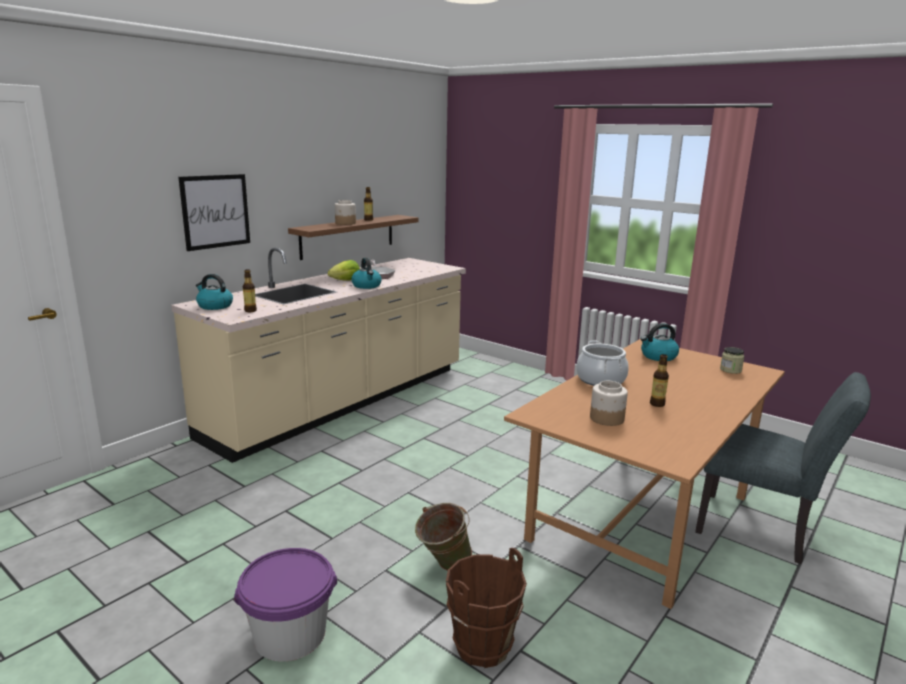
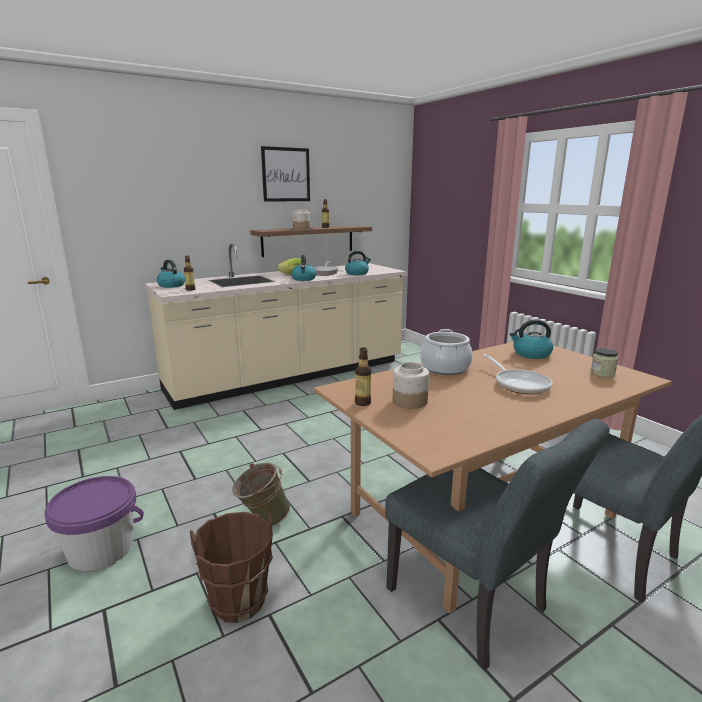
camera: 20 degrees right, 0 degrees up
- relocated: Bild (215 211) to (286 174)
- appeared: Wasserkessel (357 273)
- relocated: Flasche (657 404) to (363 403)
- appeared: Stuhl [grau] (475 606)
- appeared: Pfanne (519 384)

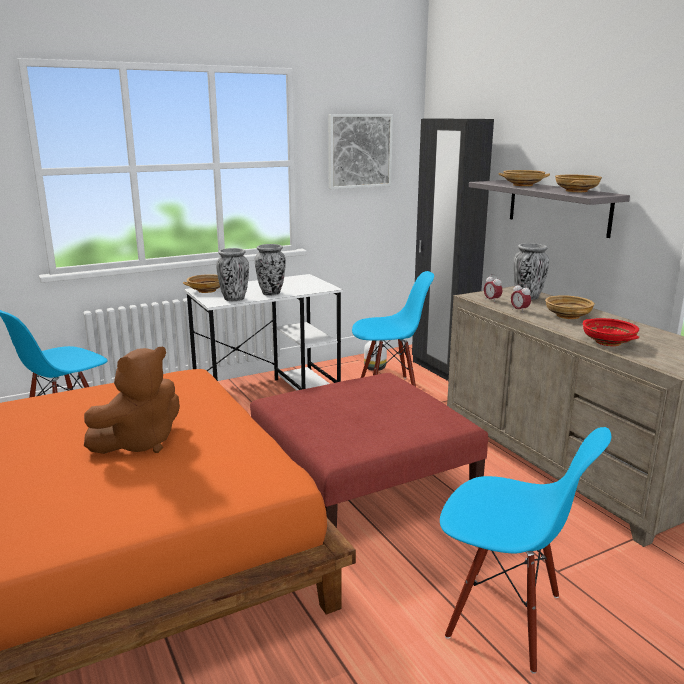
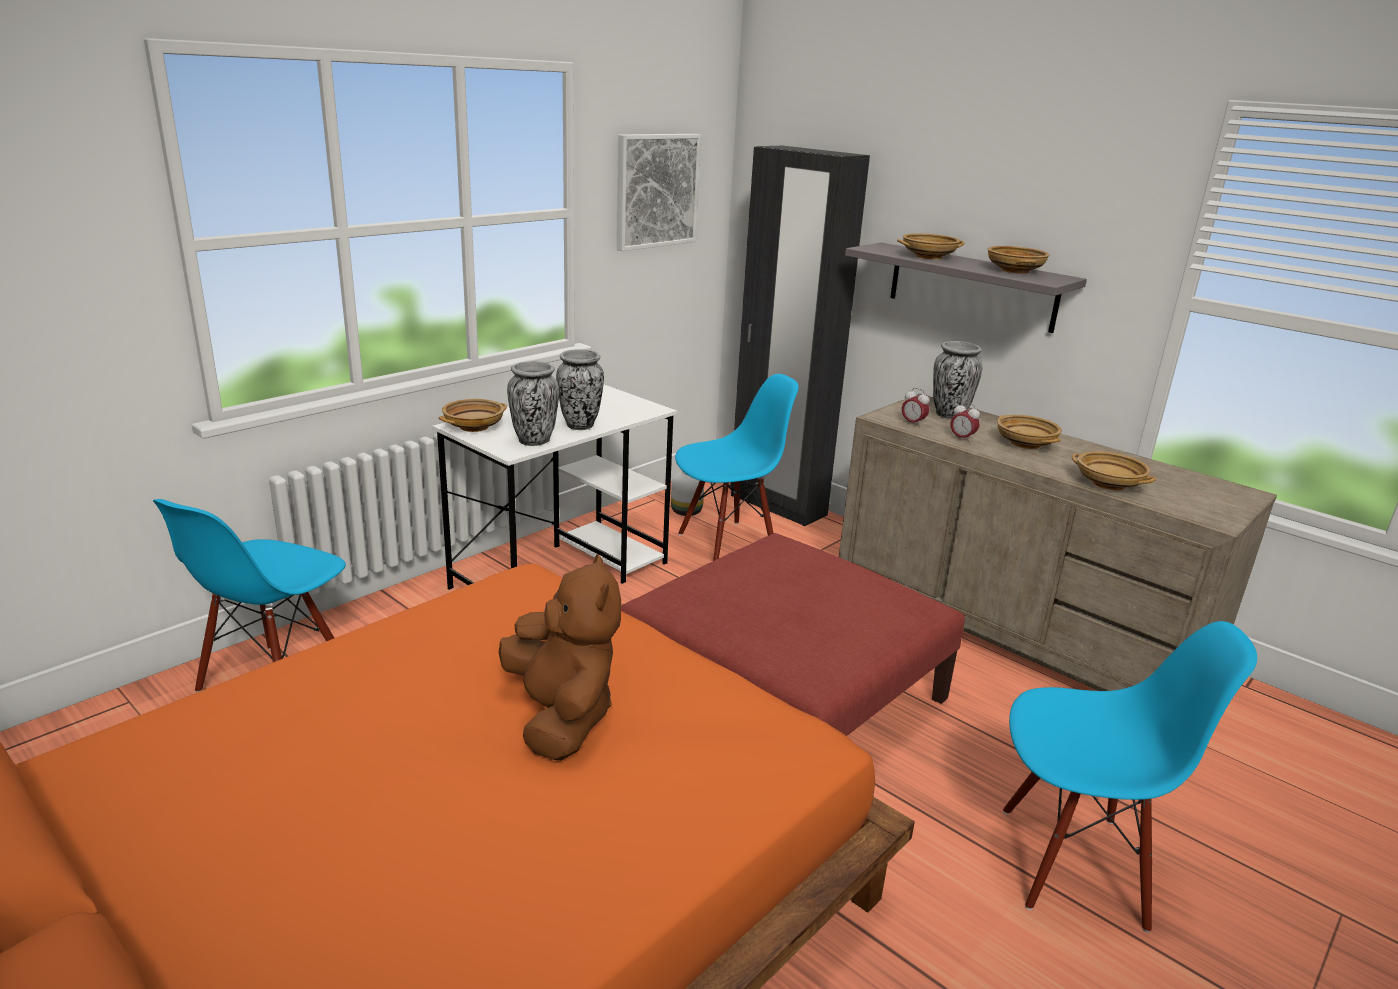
camera: 20 degrees left, 5 degrees up
- spun: Plüschtier [braun] (140 443) = (561 717) 45 degrees counterclockwise
- colour: Schüssel [rot] (607 342) to Schüssel [beige] (1107 484)

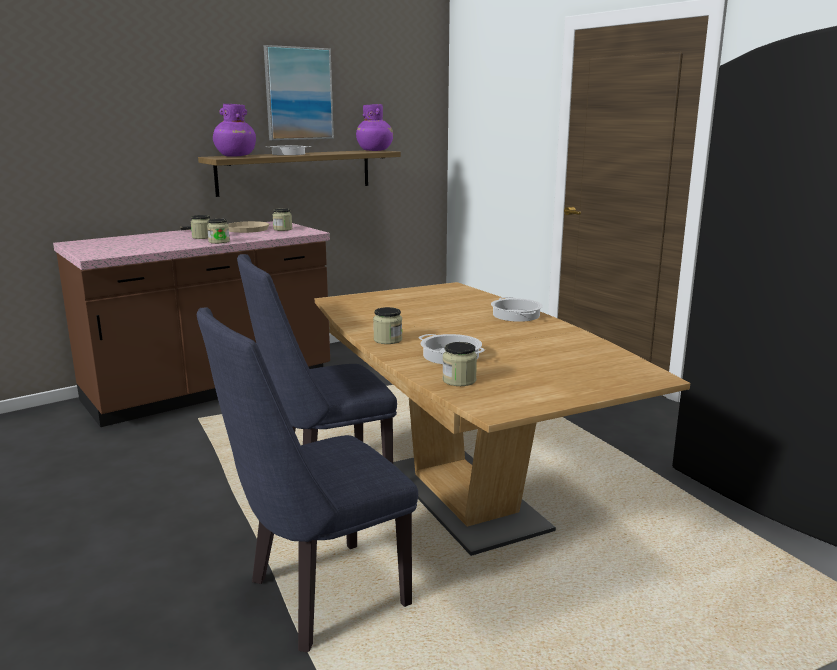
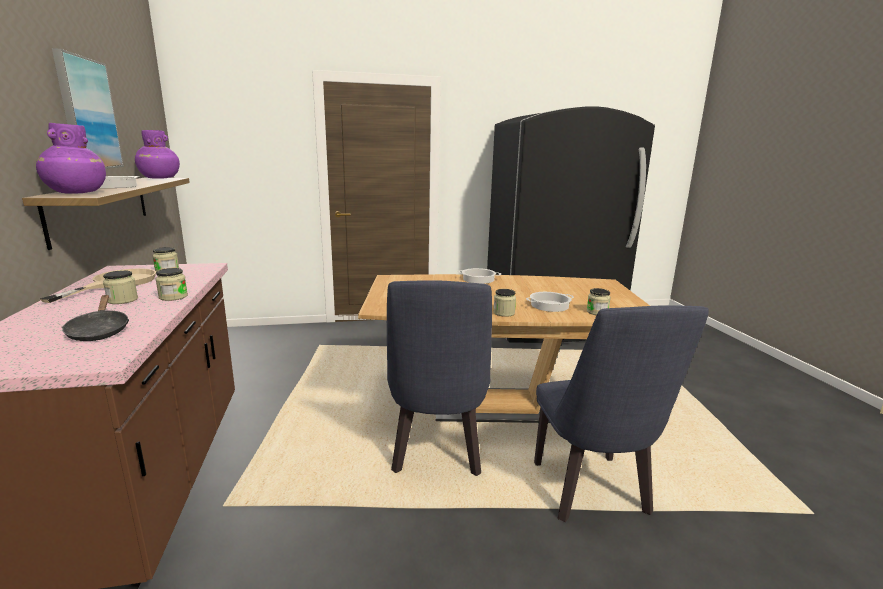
camera: 65 degrees left, 0 degrees up
- appeared: Pfanne [schwarz] (99 331)

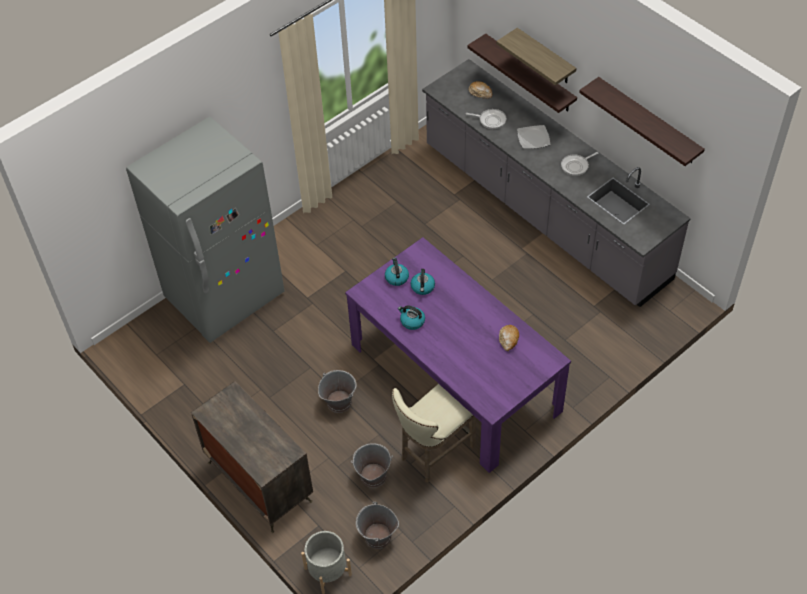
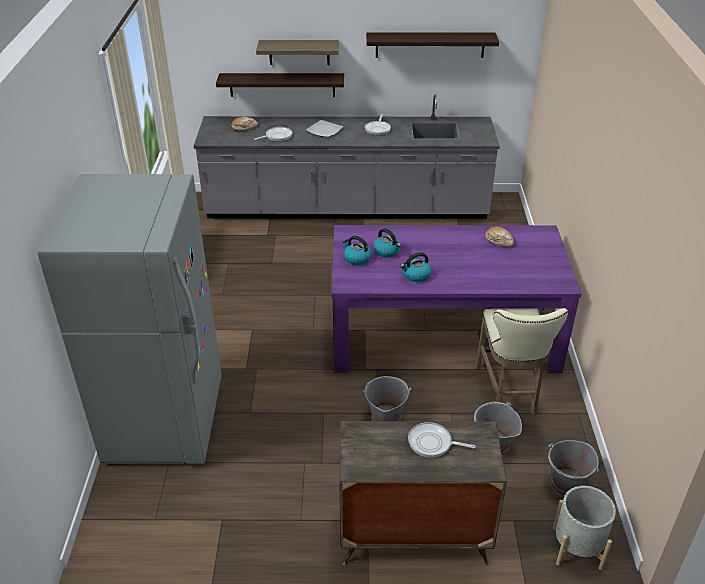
camera: 50 degrees left, 15 degrees down
- appeared: Pfanne (432 443)

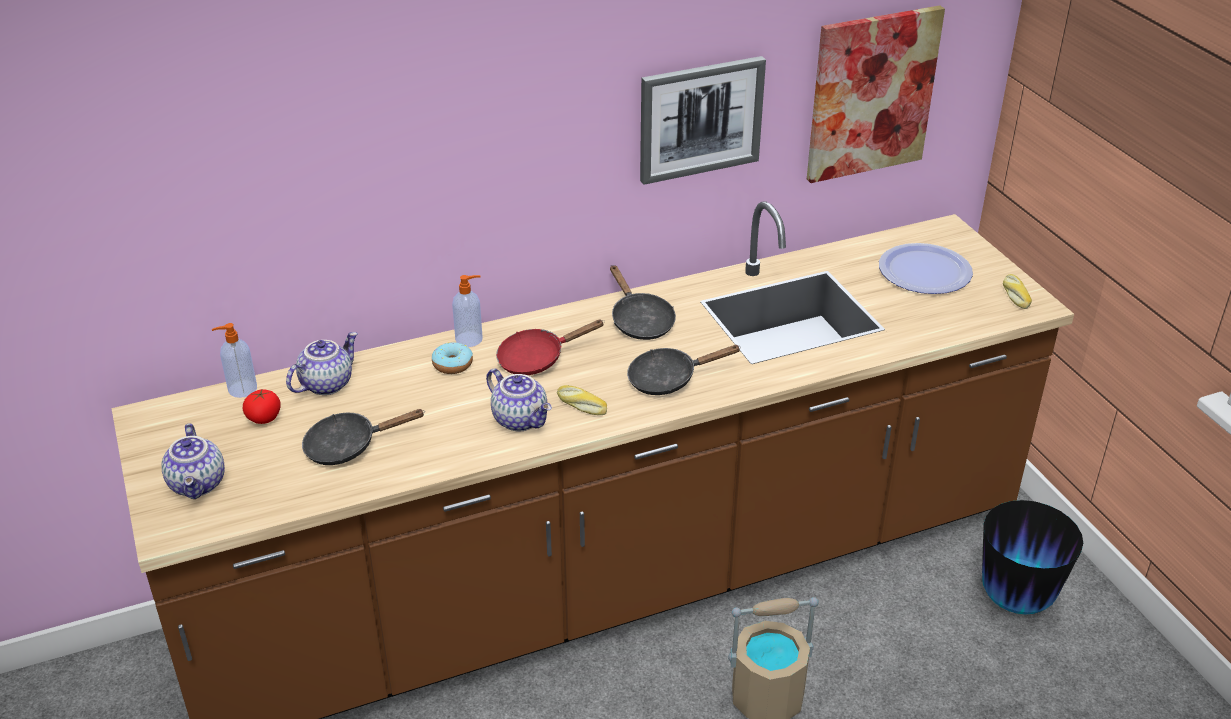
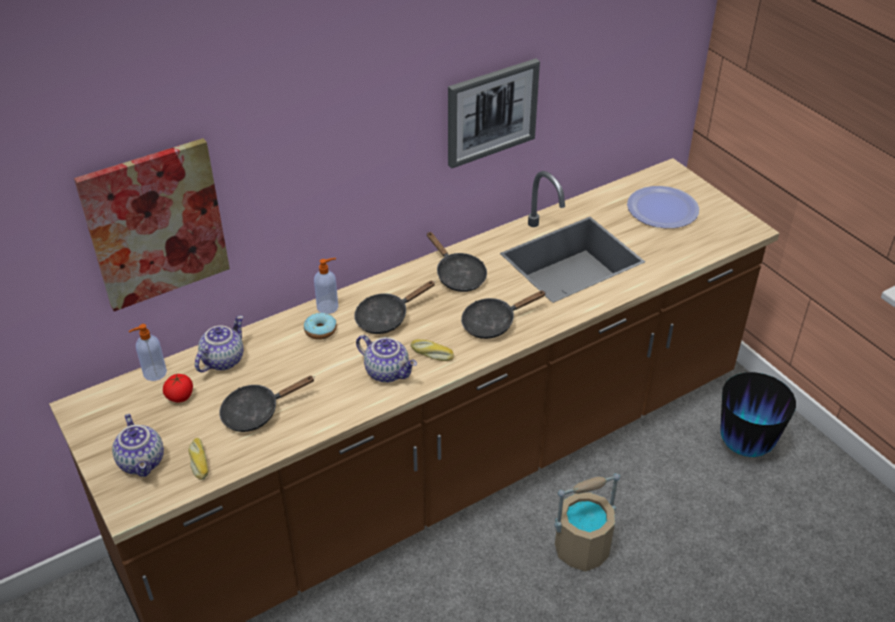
camera: 10 degrees left, 5 degrees up
- relocated: Bild (871 94) to (155 224)
- relocated: Brot (1014 295) to (198 462)
- colour: Pfanne [rot] (537 359) to Pfanne [schwarz] (386 317)

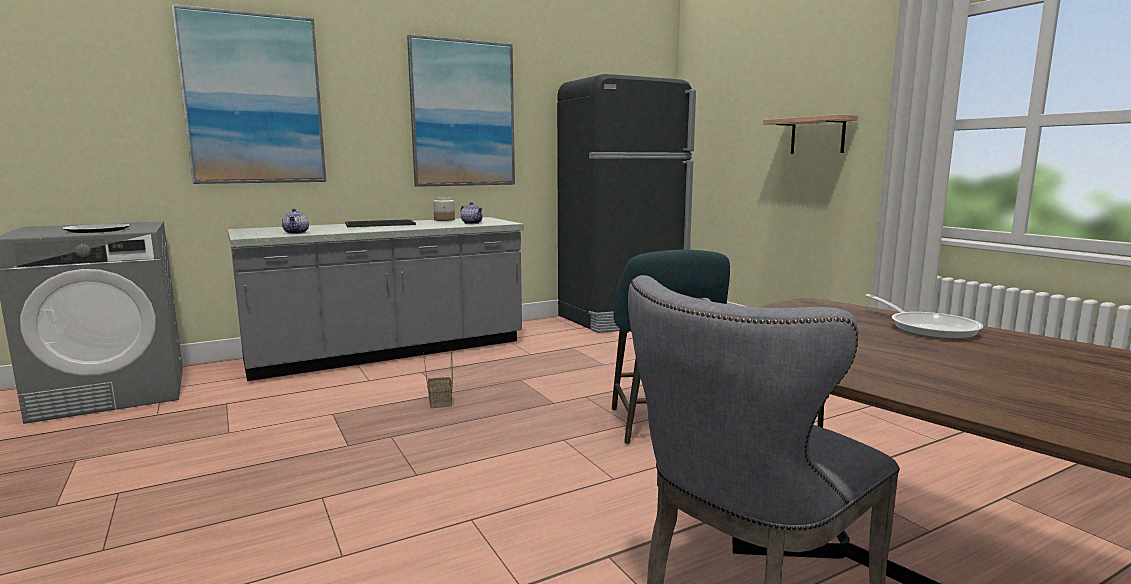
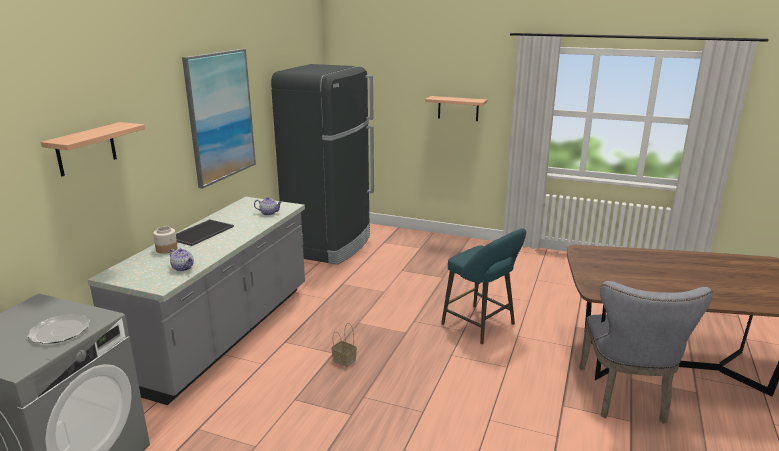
camera: 40 degrees left, 10 degrees up
- exchanged: Bild (254 99) to Wandregal (86 149)
- relocated: Vorratsglas (444 220) to (167 249)
- missing: Pfanne (928 328)

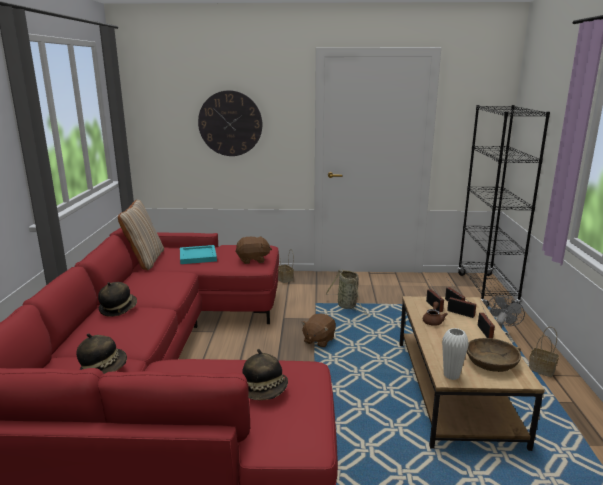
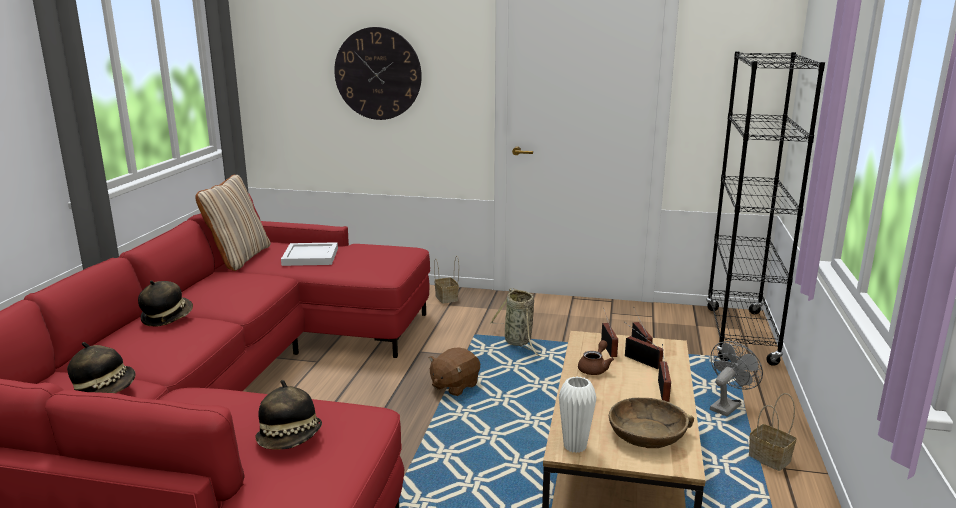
camera: 10 degrees right, 0 degrees up
- colour: Tablett [türkis] (197 256) to Tablett [weiß] (309 256)
- missing: Plüschtier [braun] (253 260)

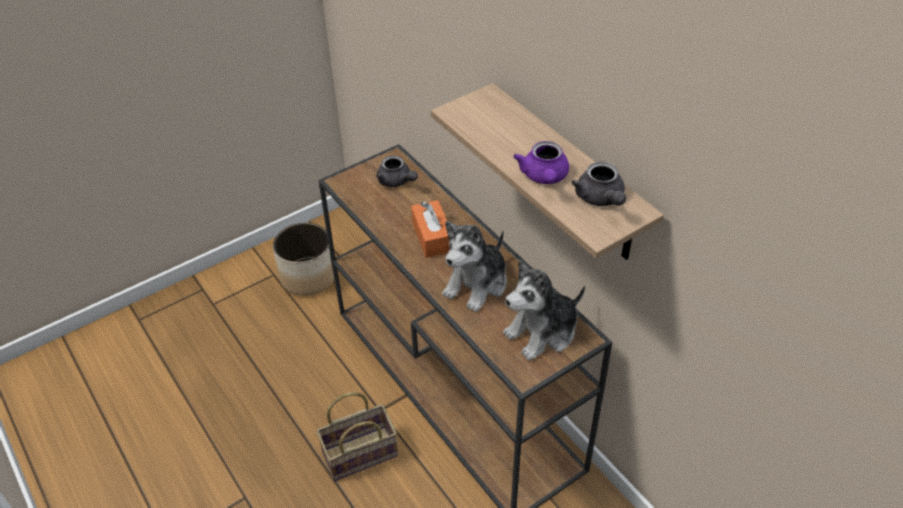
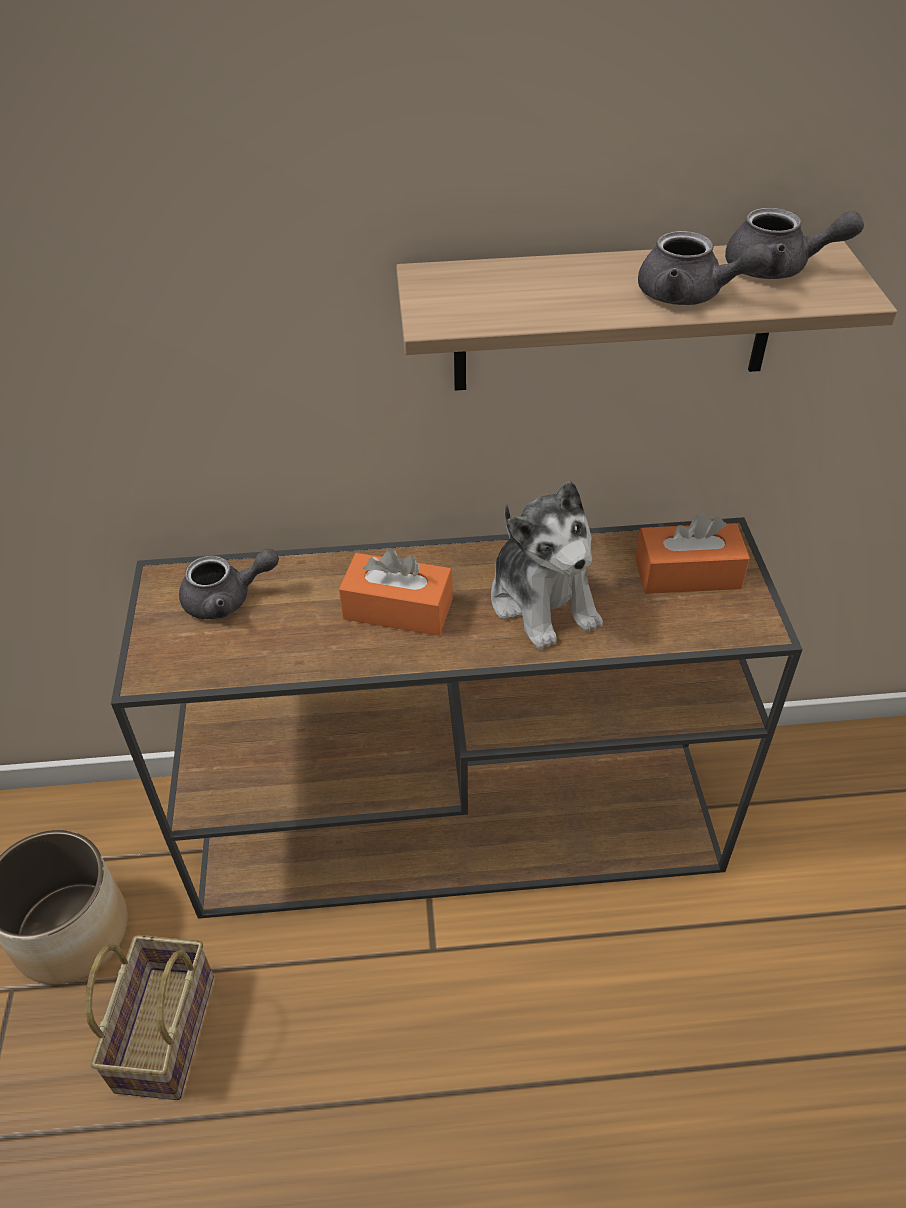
camera: 60 degrees left, 0 degrees up
- relocated: Korb (361 452) to (164 1028)
- exchanged: Plüschtier (542 332) to Taschentuchbox [orange] (687 574)
- colour: Teekanne [lila] (544 177) to Teekanne [grau] (690 295)

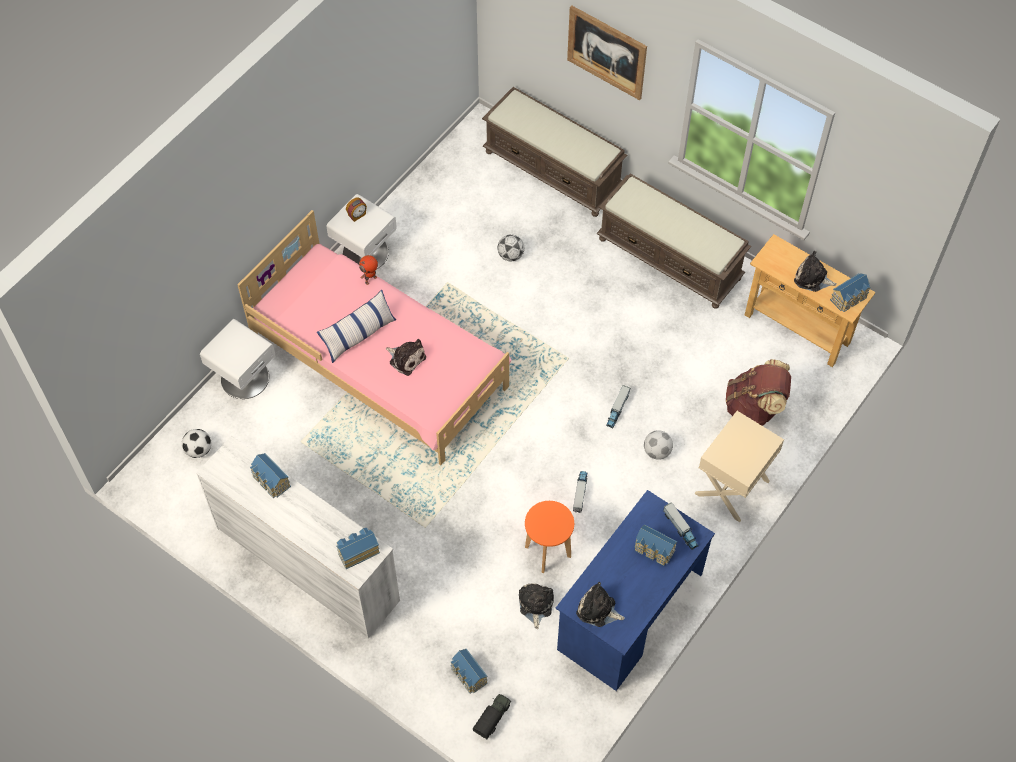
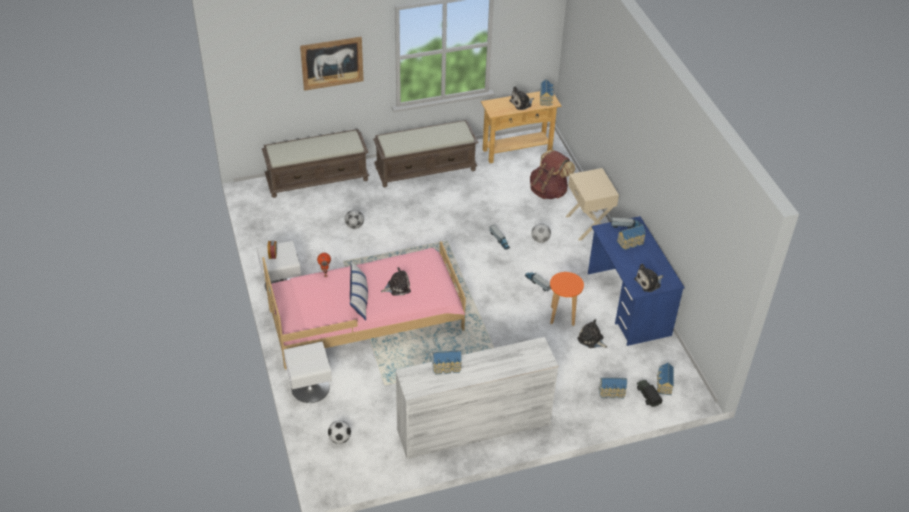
camera: 55 degrees left, 15 degrees down
- relocated: Spielzeughaus (357 552) to (663 384)

